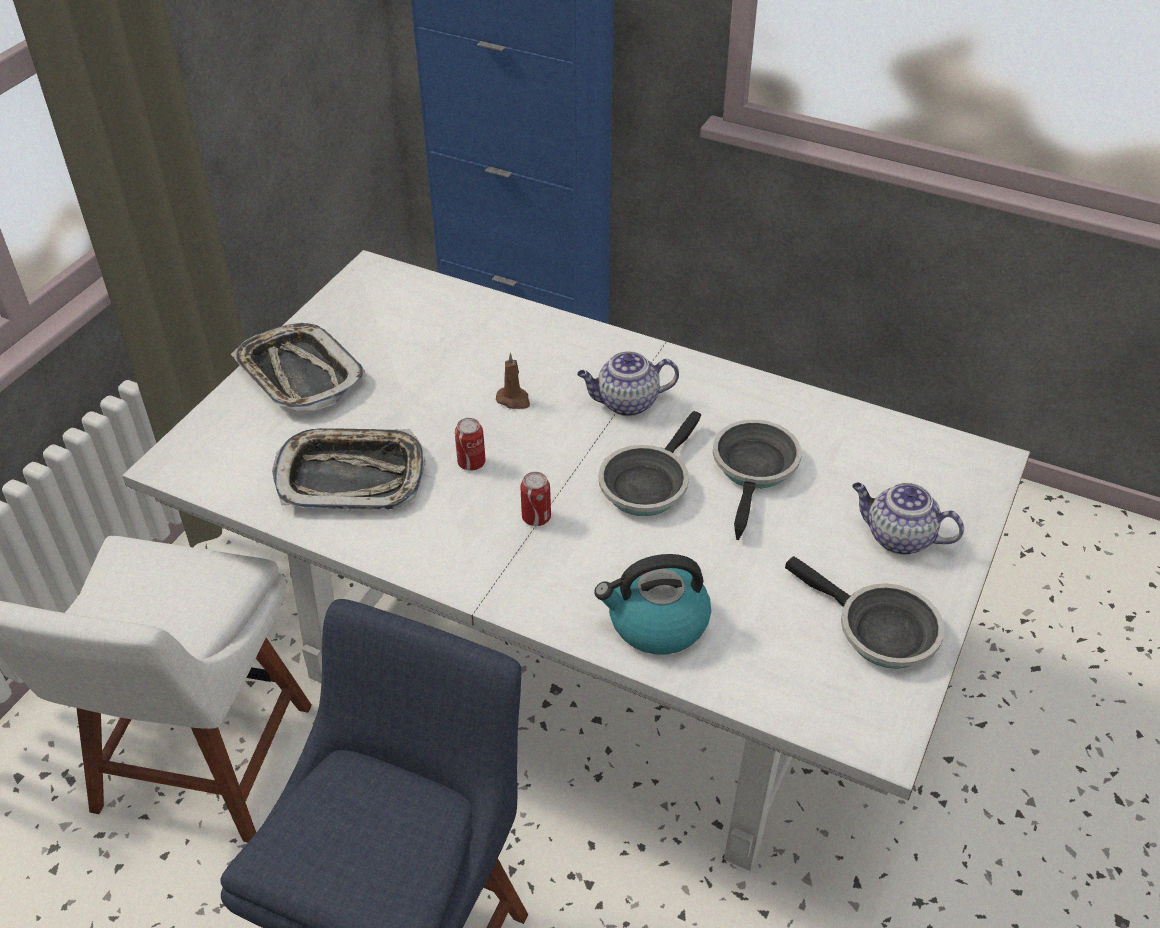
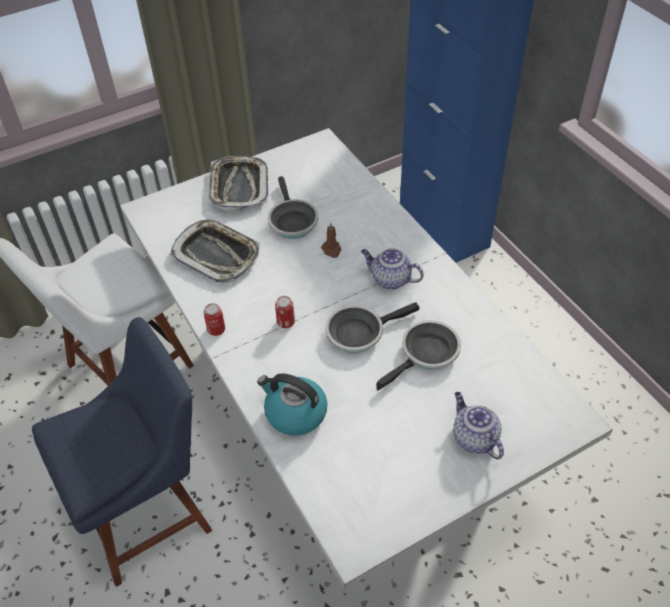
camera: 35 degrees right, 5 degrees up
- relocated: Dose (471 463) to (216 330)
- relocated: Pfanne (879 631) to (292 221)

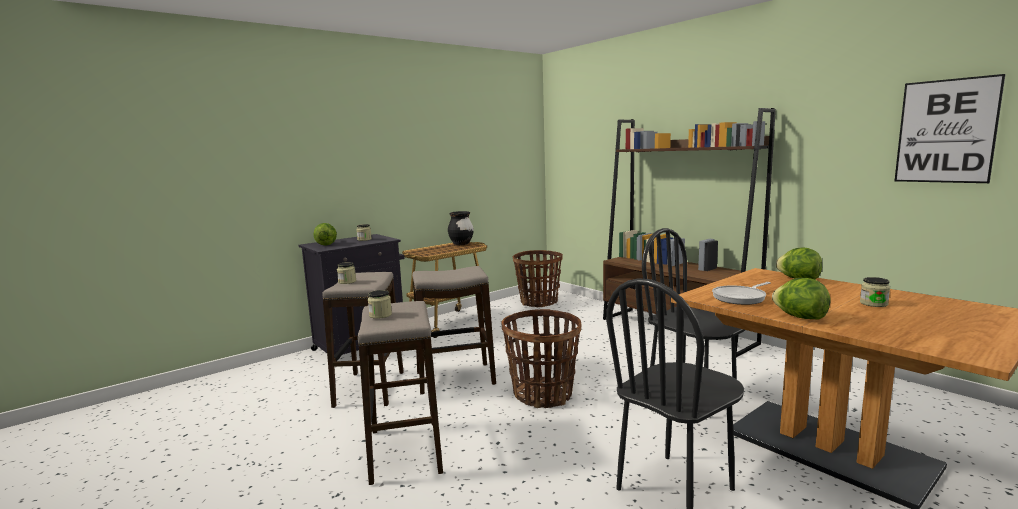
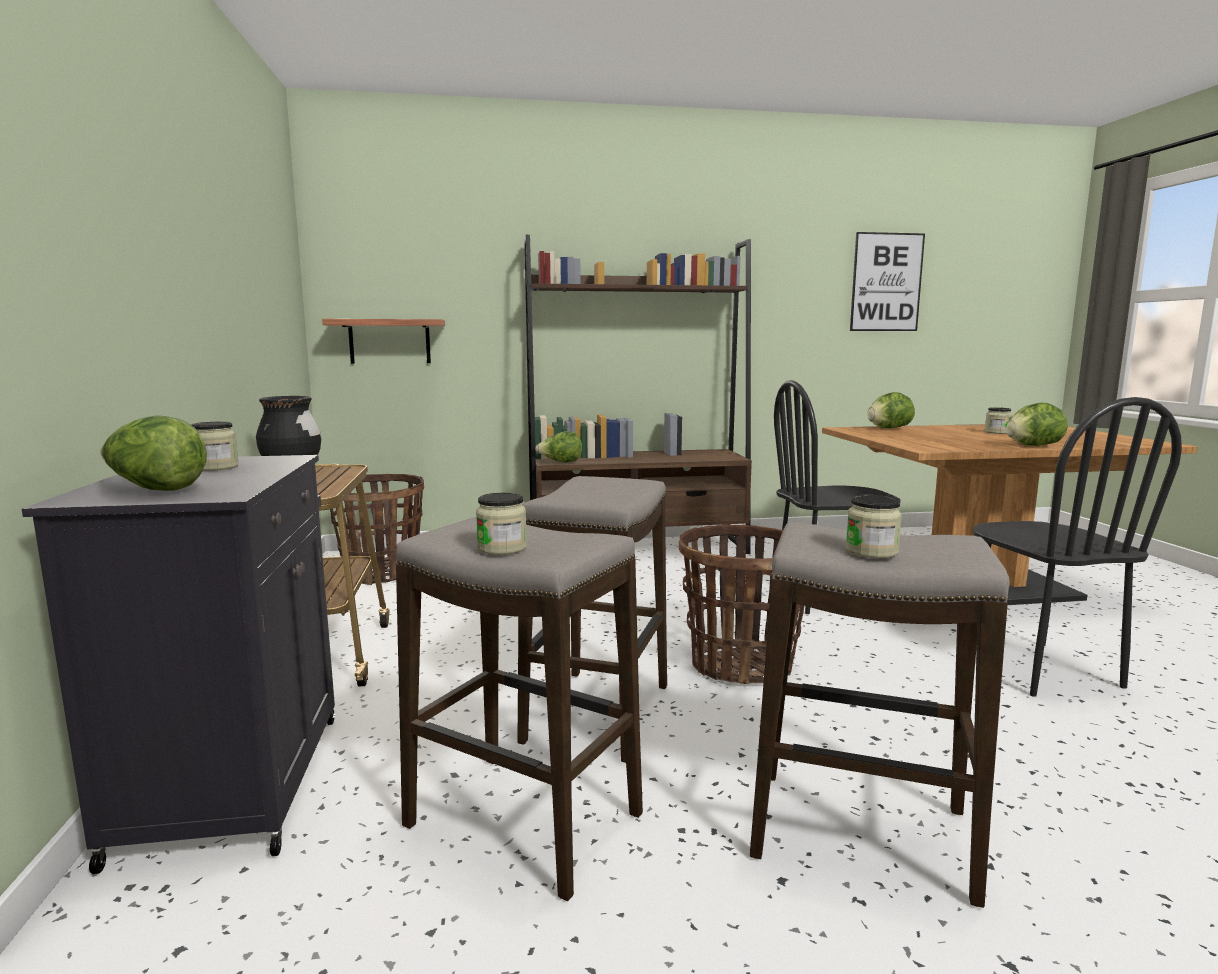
camera: 60 degrees left, 0 degrees up
- appeared: Wandregal (389 341)
- appeared: Salatkopf (560 462)
- missing: Pfanne (741 298)

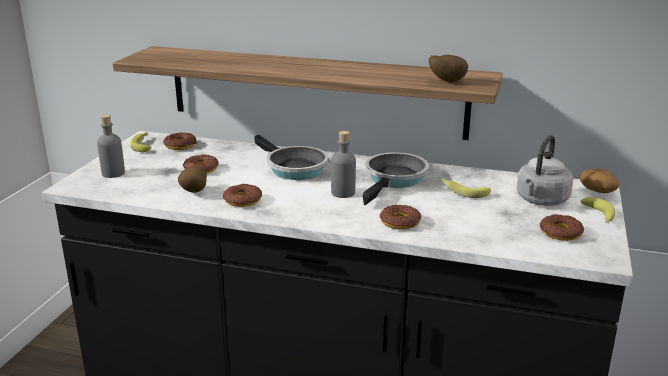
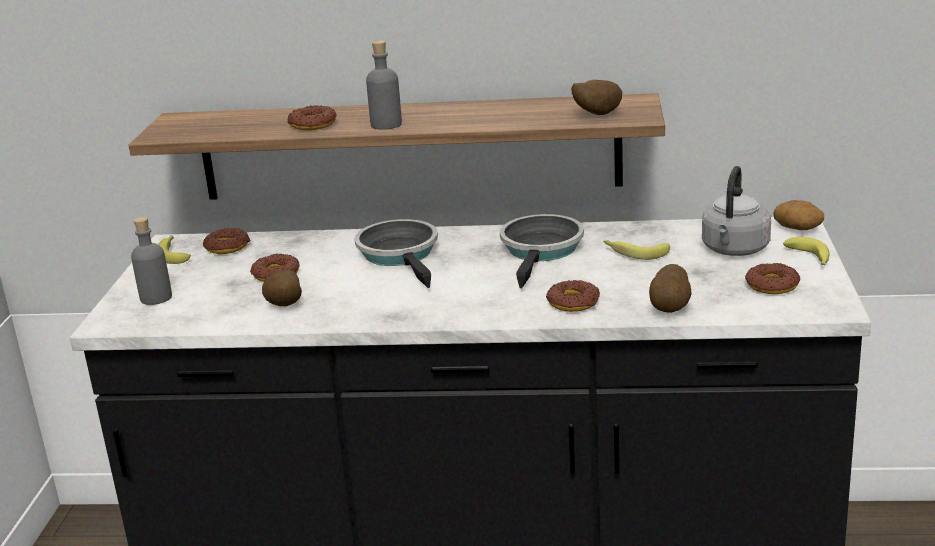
camera: 10 degrees left, 0 degrees up
- relocated: Donut (242 200) to (312 124)
- spun: Pfanne (293 168) = (401 255) 150 degrees counterclockwise
- relocated: Flasche [grau] (343 193) to (386 124)
- appeared: Kartoffel (671 308)

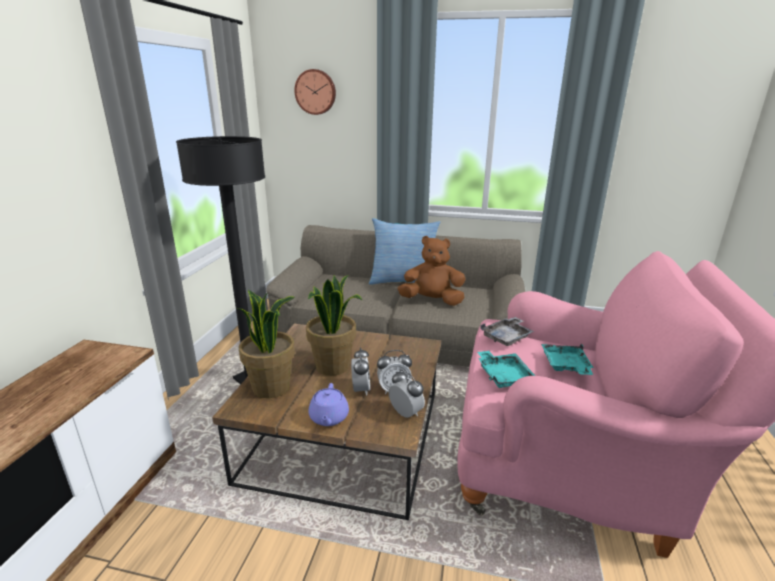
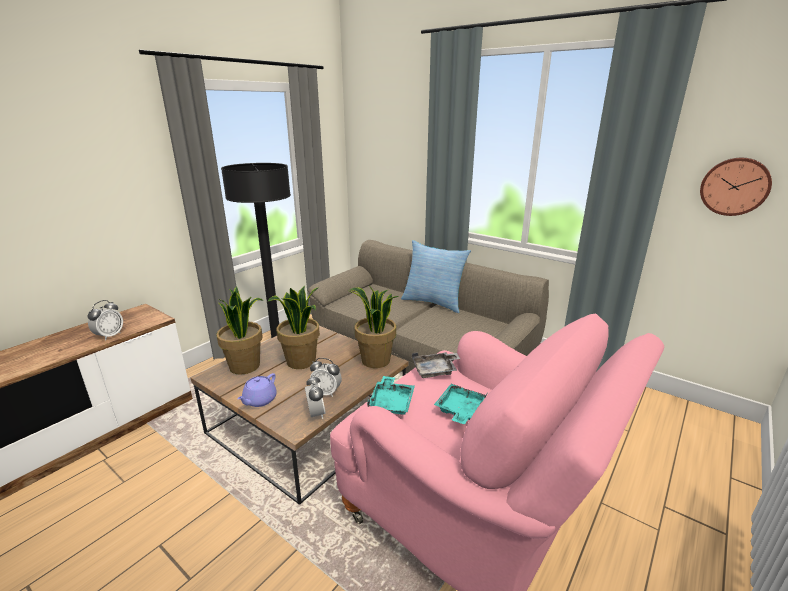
camera: 25 degrees right, 0 degrees up
- relocated: Wecker (361 389) to (110 336)
- appeared: Topfpflanze (375 361)
- relocated: Wanduhr (315 92) to (734 186)
- missing: Plüschtier [braun] (432 301)

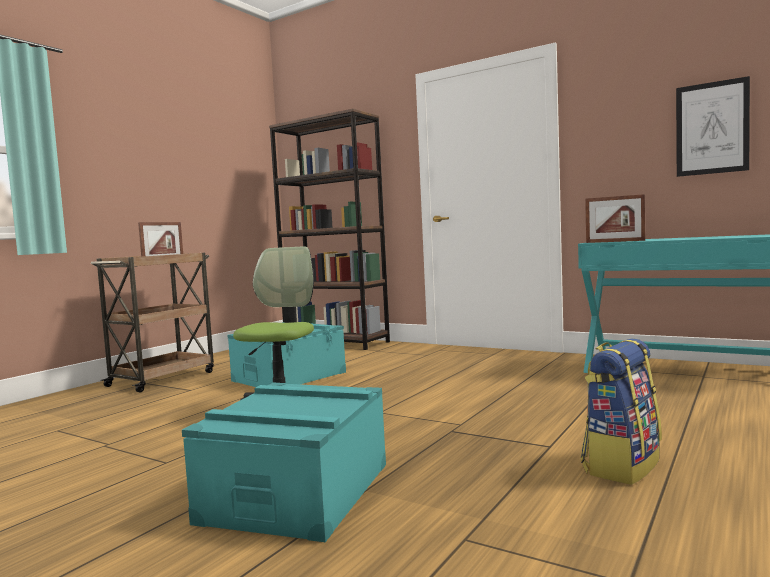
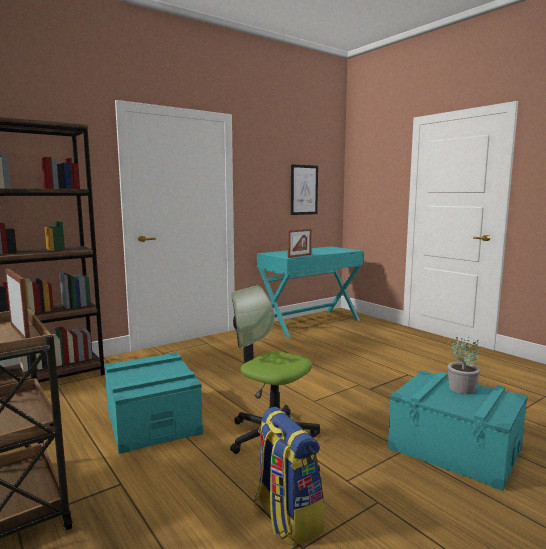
camera: 70 degrees left, 5 degrees up
- relocated: Rucksack (620 465) to (286 518)
- appeared: Topfpflanze (462 388)

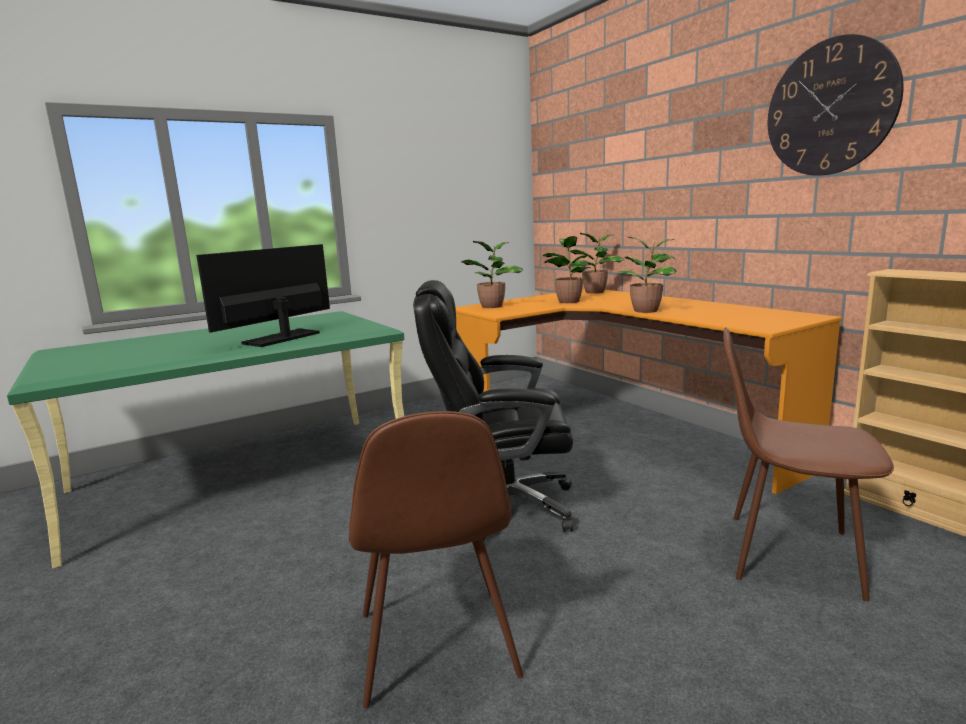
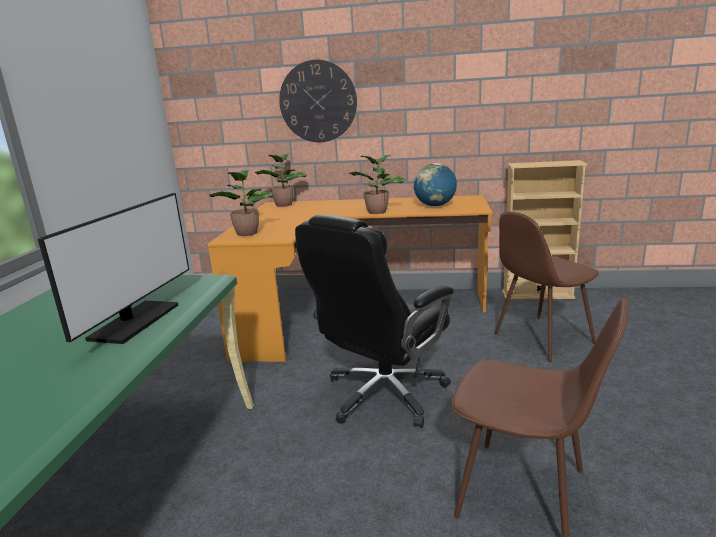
camera: 50 degrees left, 5 degrees up
- spun: Monitor (281 338) = (135 322) 150 degrees counterclockwise
- relocated: Wanduhr (830 108) to (318 102)
- appeared: Globus (435 206)
- missing: Topfpflanze (568 301)

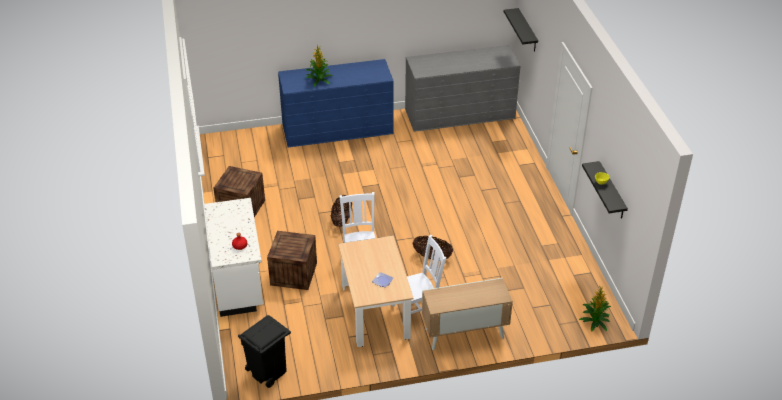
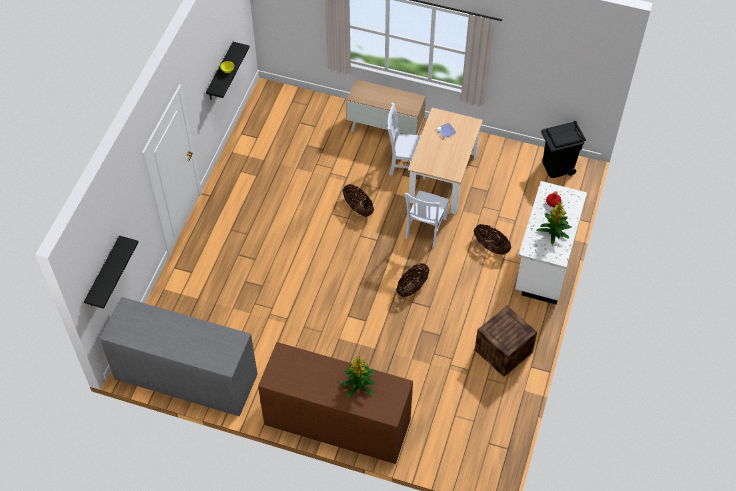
camera: 150 degrees left, 15 degrees up
- colour: Kommode [blau] (337 129) to Kommode [braun] (337 422)
- exchanged: Kiste (293 274) to Korb (491 247)
- relocated: Topfpflanze (594 321) to (554 232)

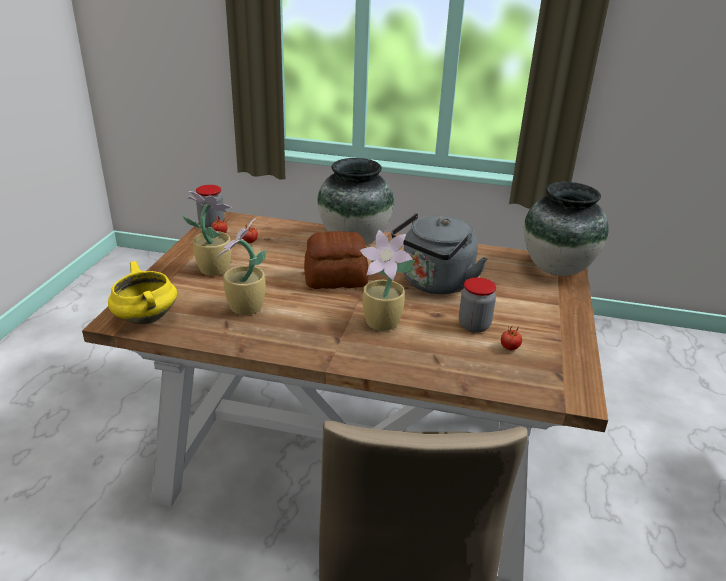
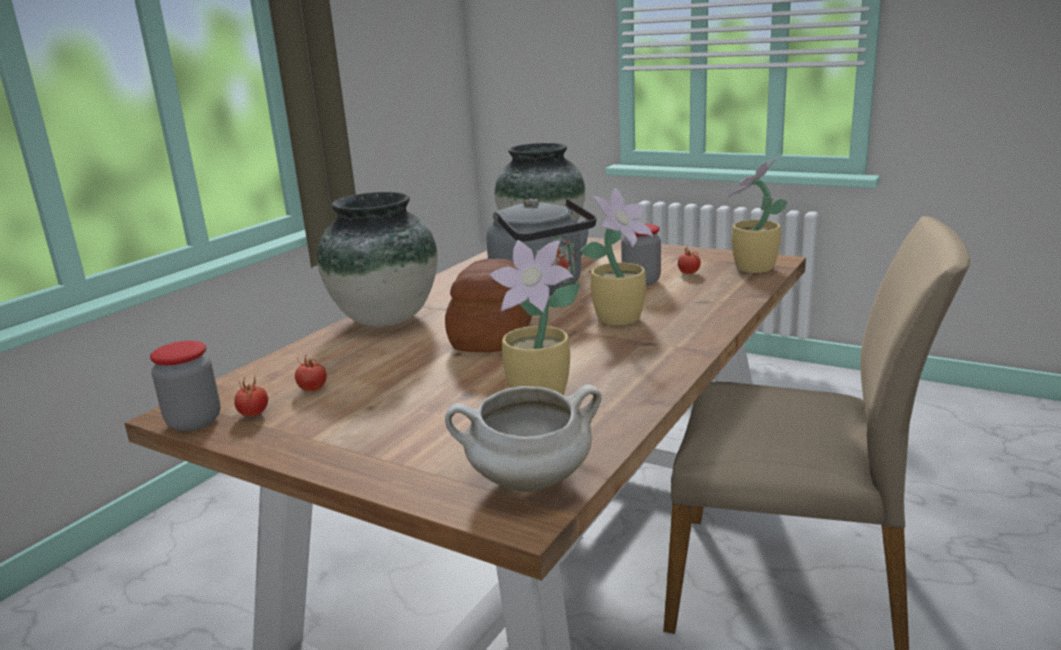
camera: 70 degrees left, 10 degrees down
- colour: Kochtopf [gelb] (145 318) to Kochtopf [weiß] (528 482)
- relocated: Topfpflanze (213 269) to (753 269)

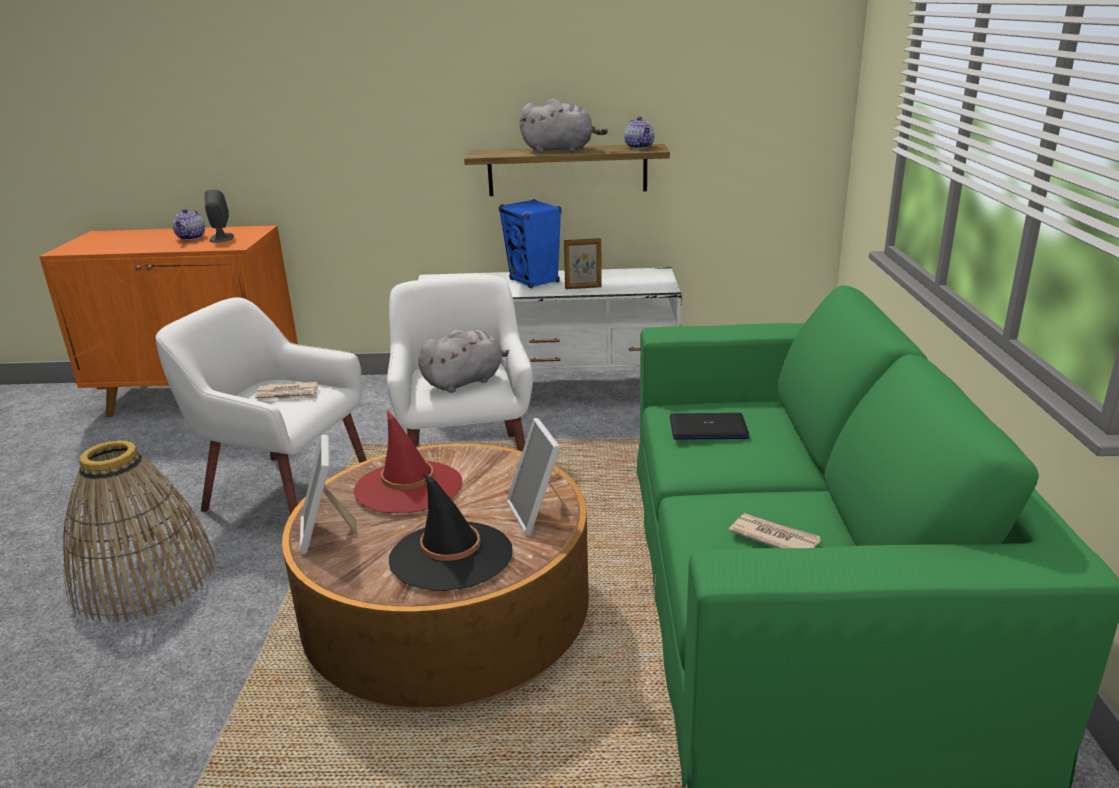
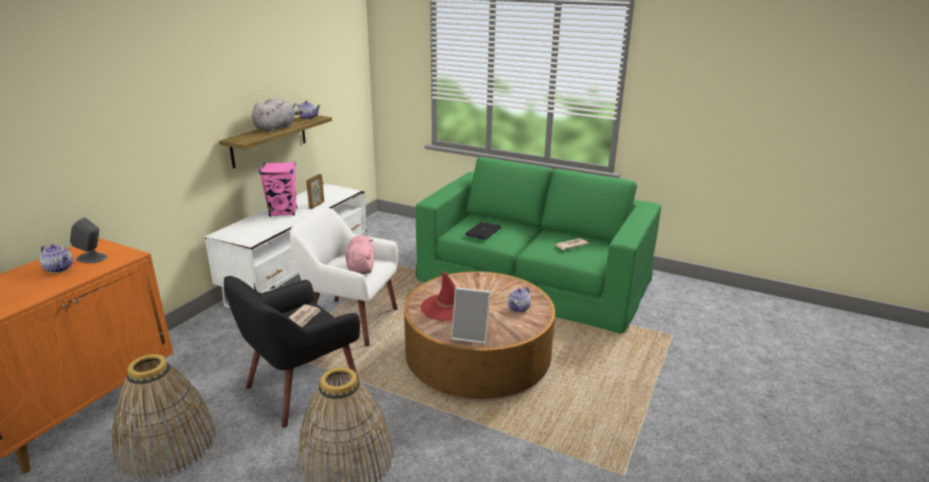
camera: 65 degrees left, 0 degrees up
- appeared: Korb (167 444)
- colour: Sessel [weiß] (285 491) to Sessel [schwarz] (301 388)
- colour: Lautsprecher [blau] (534 281) to Lautsprecher [rosa] (283 212)
- colour: Plüschtier [grau] (466 381) to Plüschtier [rosa] (361 267)
- exchanged: Hut [schwarz] (451 556) to Teekanne (519 309)
- missing: Bilderrahmen (539 514)

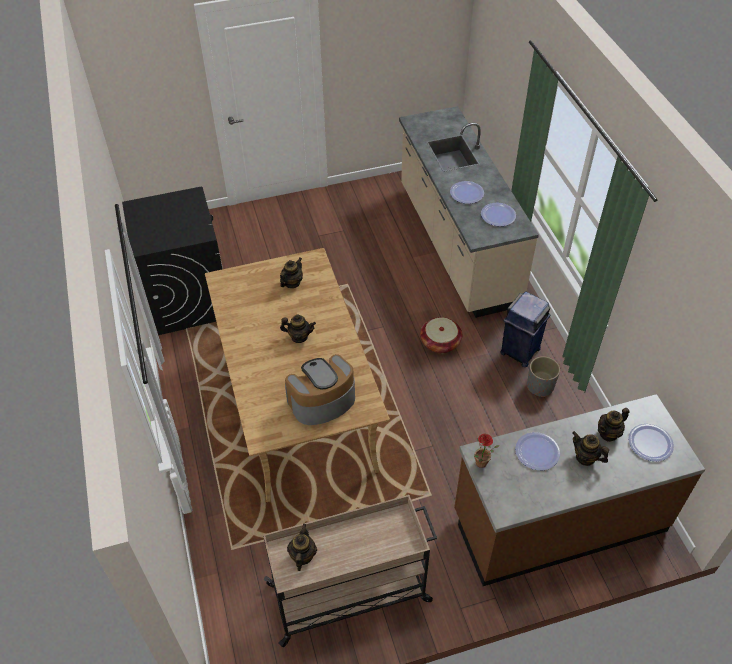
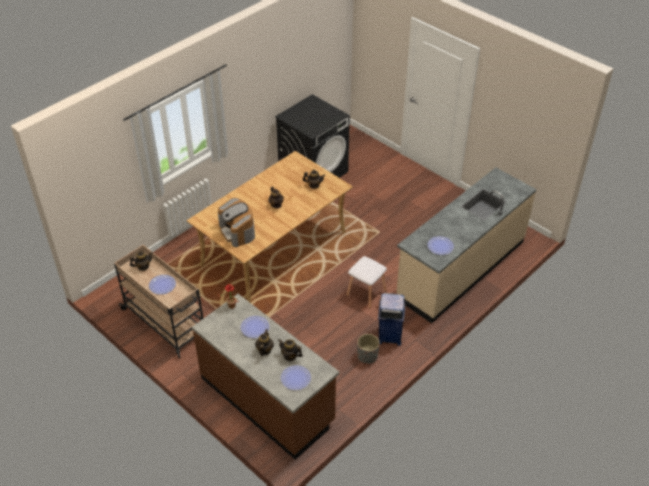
camera: 60 degrees right, 5 degrees down
- relocated: Teller (466 193) to (162 285)
- spun: Kaffeemaschine (322 401) = (238 231) 150 degrees counterclockwise
- exchanged: Korb (440 342) to Hocker [weiß] (366 293)

